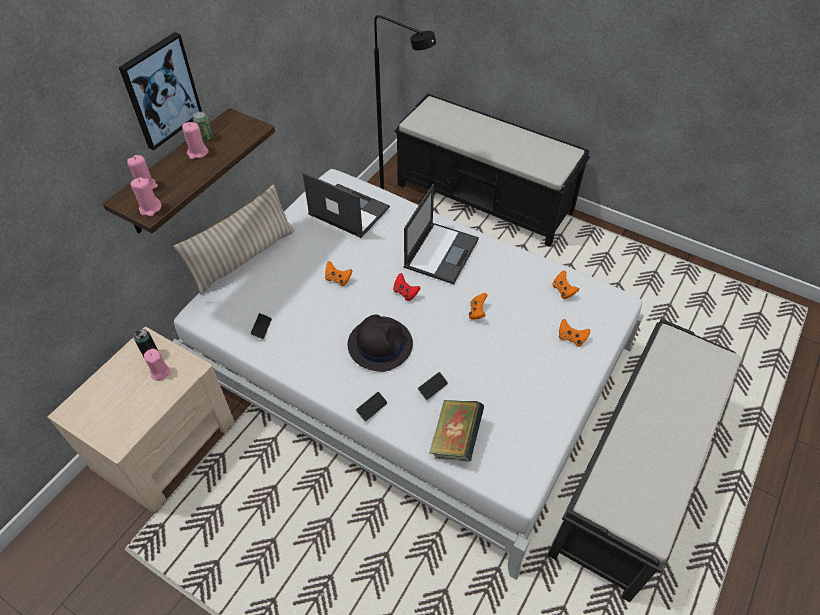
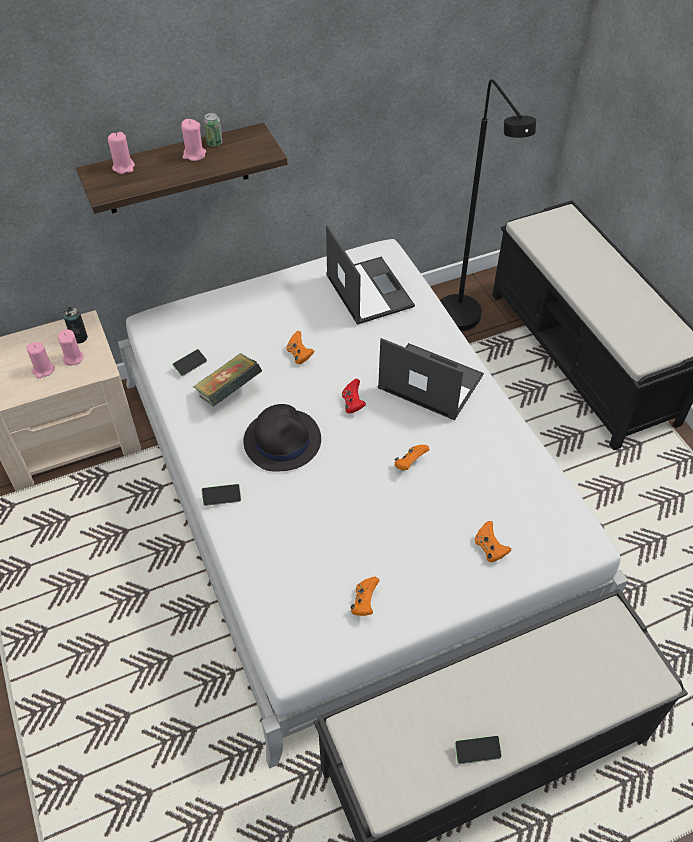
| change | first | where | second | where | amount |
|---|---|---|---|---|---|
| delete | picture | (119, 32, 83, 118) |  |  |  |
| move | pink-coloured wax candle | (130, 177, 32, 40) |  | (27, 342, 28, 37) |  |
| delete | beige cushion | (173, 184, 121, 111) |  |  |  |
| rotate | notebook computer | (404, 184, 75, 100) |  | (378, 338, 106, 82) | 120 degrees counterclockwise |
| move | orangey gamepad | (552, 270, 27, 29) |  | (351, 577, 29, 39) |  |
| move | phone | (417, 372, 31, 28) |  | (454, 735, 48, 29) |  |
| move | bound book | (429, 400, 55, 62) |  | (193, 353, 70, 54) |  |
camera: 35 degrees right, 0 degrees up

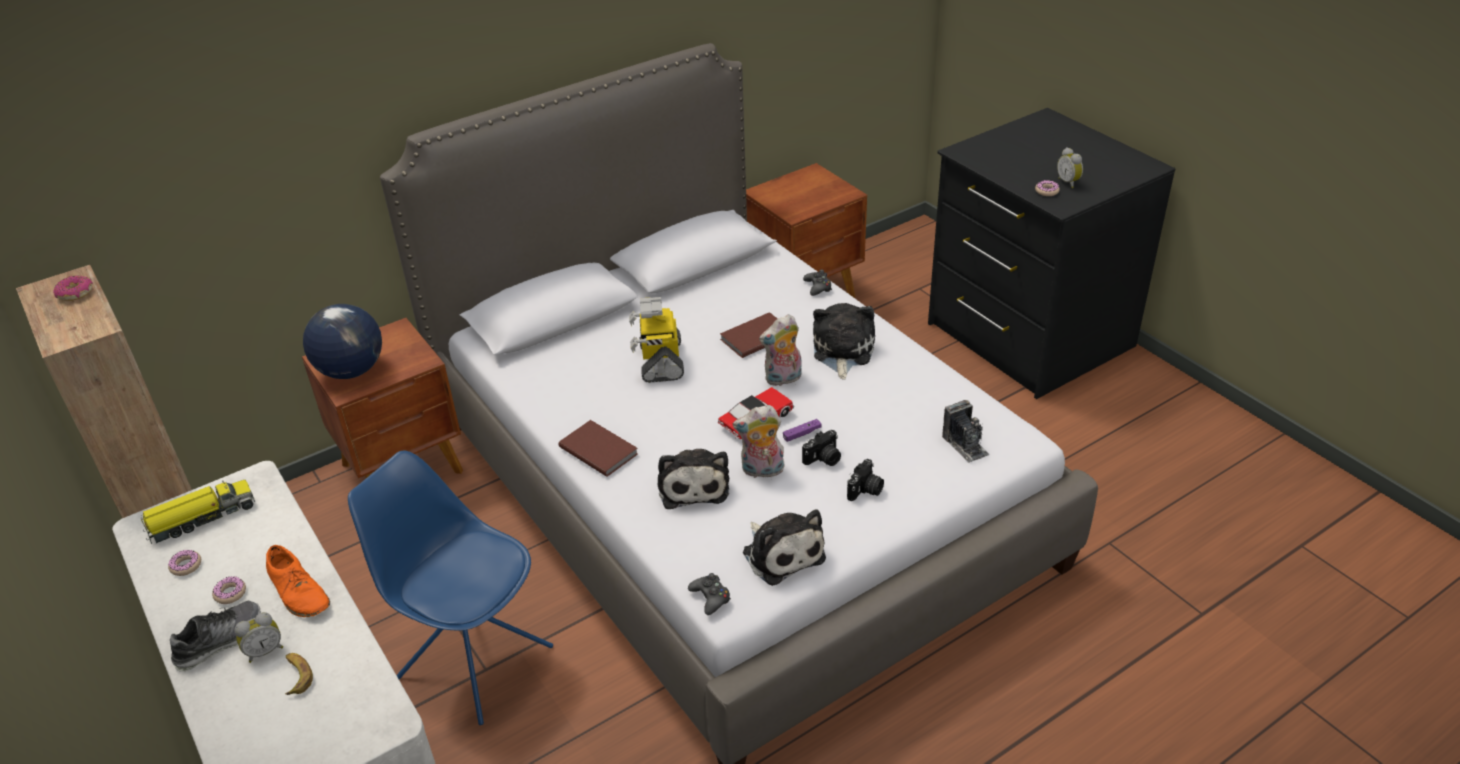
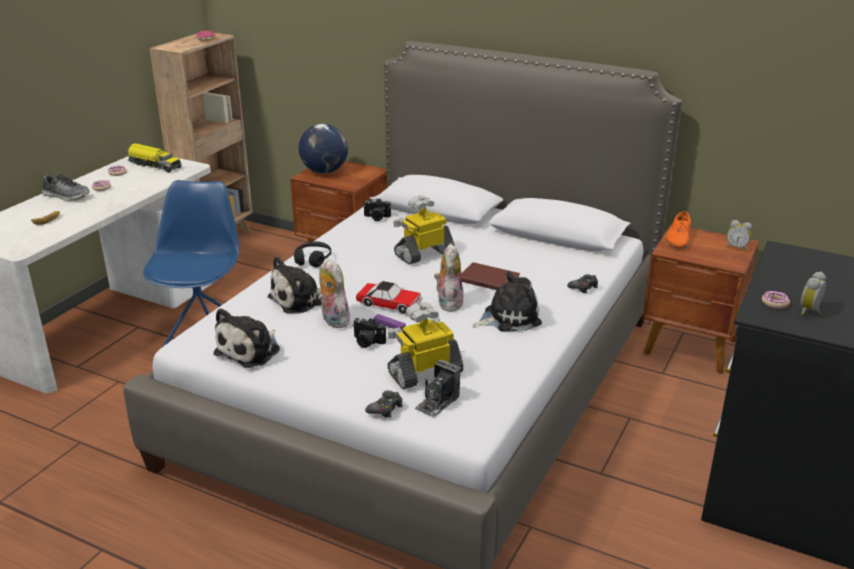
| change | first | where | second | where | amount |
|---|---|---|---|---|---|
| rotate | soft toy | (759, 314, 43, 73) |  | (434, 243, 29, 69) | 60 degrees clockwise |
| replace | brownish bound book | (559, 420, 79, 57) | black-coloured headphones | (294, 242, 37, 25) |  |
| move | photo camera | (847, 459, 37, 42) |  | (363, 198, 28, 23) |  |
| move | orangey shoe | (266, 545, 64, 72) |  | (666, 211, 25, 37) |  |
| move | black-coloured gamepad | (688, 573, 43, 42) |  | (365, 390, 38, 28) |  |
| move | alarm clock | (235, 612, 48, 51) |  | (726, 220, 26, 31) |  |
| insert |  |  | robot figure | (388, 302, 76, 87) |  |
camera: 60 degrees right, 10 degrees down

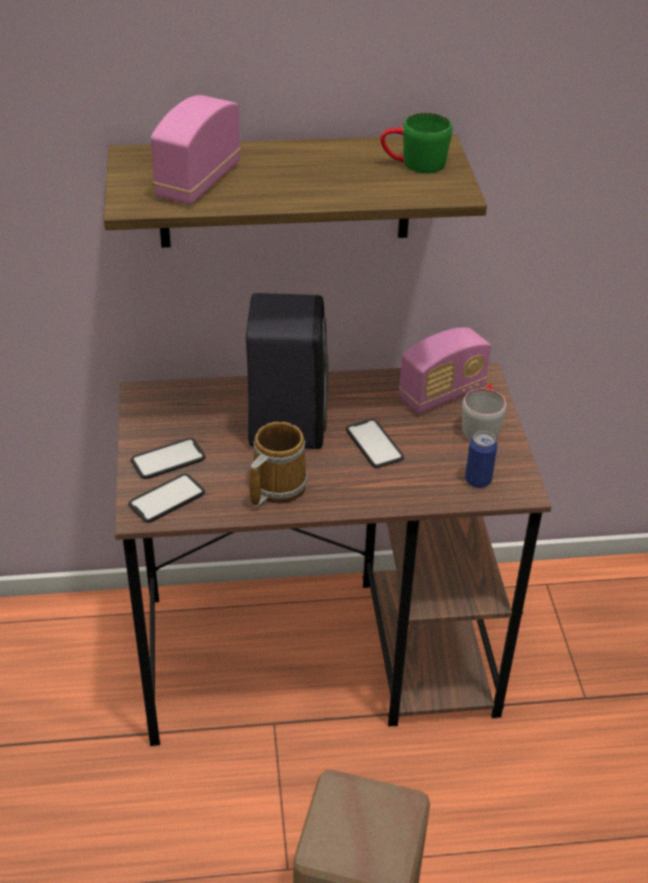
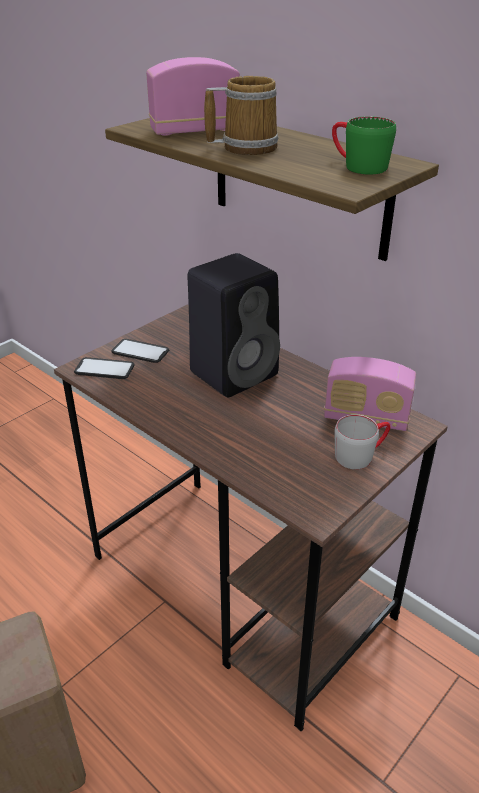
| change | first | where | second | where | amount |
|---|---|---|---|---|---|
| delete | phone | (346, 419, 58, 49) |  |  |  |
| move | coffee mug | (249, 422, 59, 85) |  | (204, 76, 74, 79) |  |
| delete | can | (465, 431, 33, 57) |  |  |  |
camera: 50 degrees right, 5 degrees down

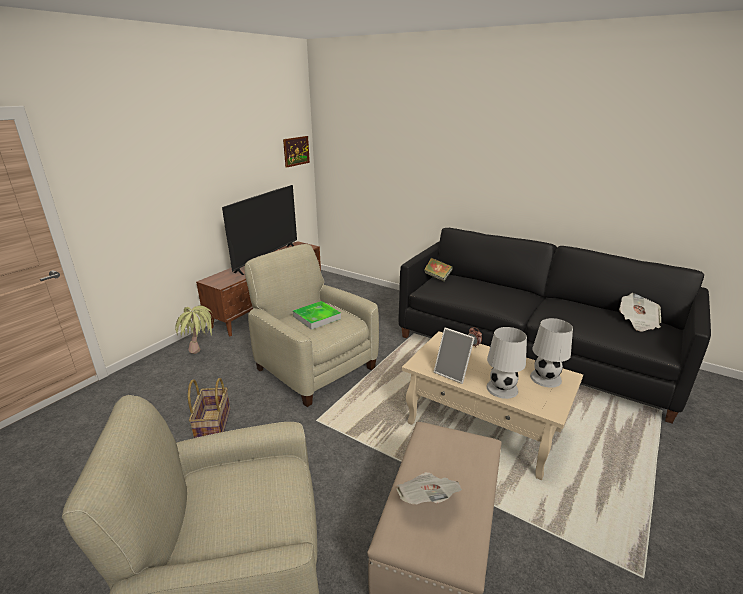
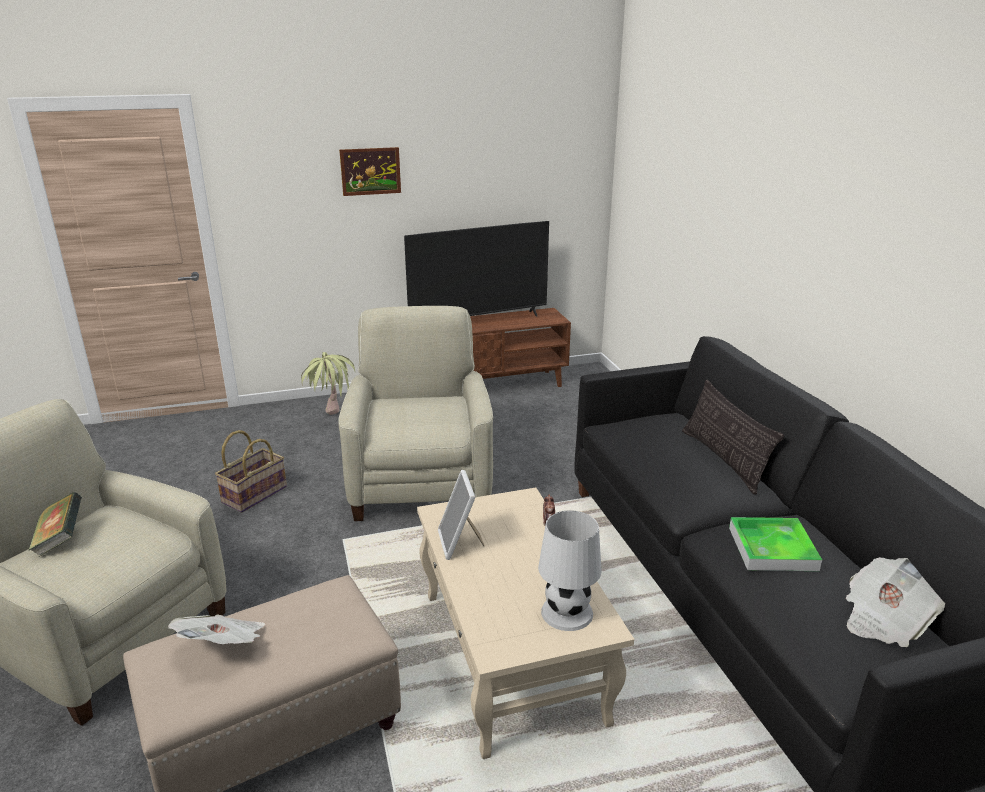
| change | first | where | second | where | amount |
|---|---|---|---|---|---|
| move | picture | (283, 136, 27, 32) |  | (339, 147, 62, 49) |  |
| move | bound book | (424, 258, 29, 23) |  | (29, 492, 53, 65) |  |
| move | tray | (293, 301, 48, 29) |  | (729, 517, 93, 54) |  |
| delete | white table lamp | (487, 327, 40, 72) |  |  |  |
| insert |  |  | cushion | (682, 380, 102, 114) |  |
camera: 40 degrees right, 0 degrees up

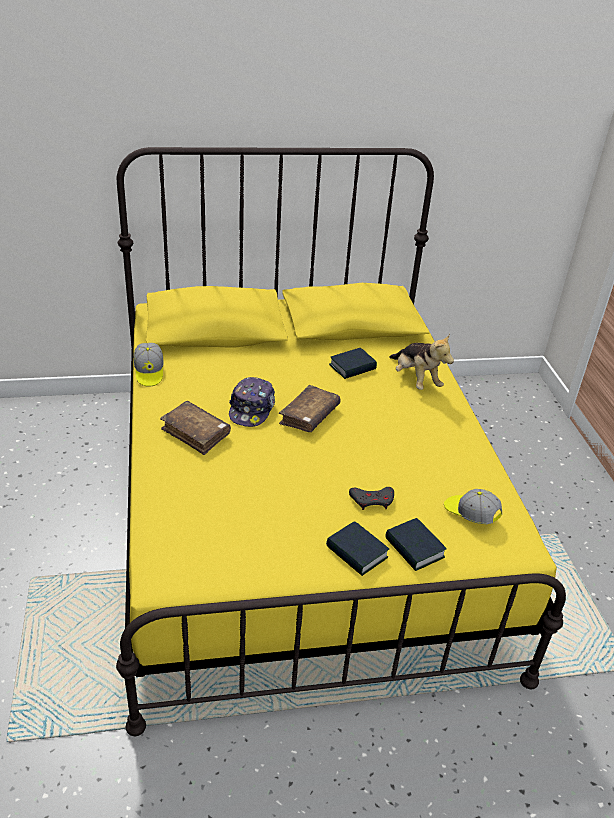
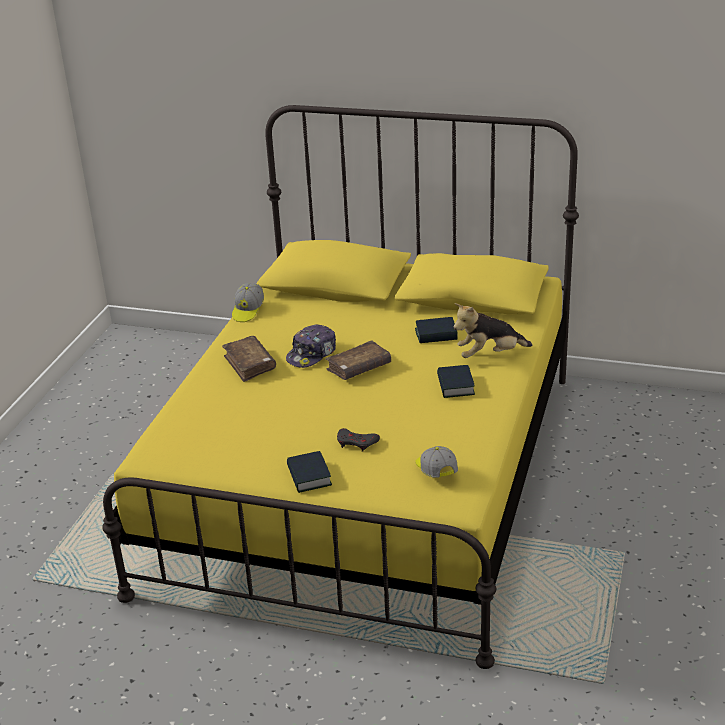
| change | first | where | second | where | amount |
|---|---|---|---|---|---|
| rotate | soft toy | (389, 334, 65, 56) |  | (454, 303, 78, 55) | 75 degrees clockwise |
| move | bound book | (385, 518, 62, 53) |  | (437, 365, 38, 33) |  |
camera: 30 degrees right, 5 degrees down

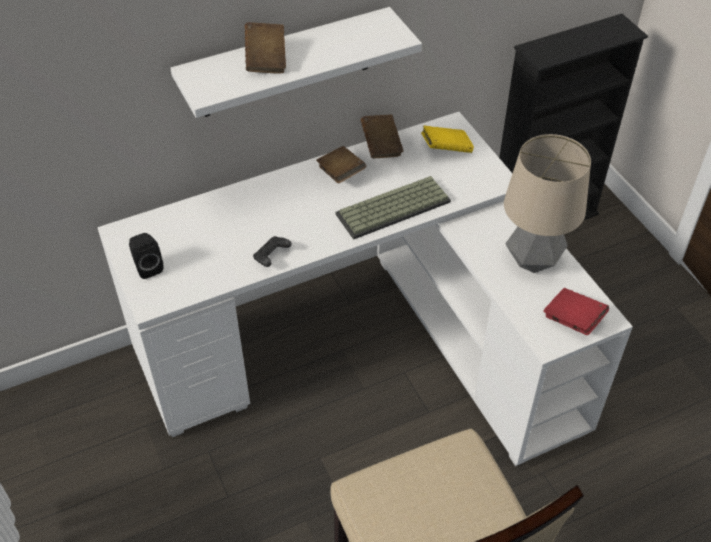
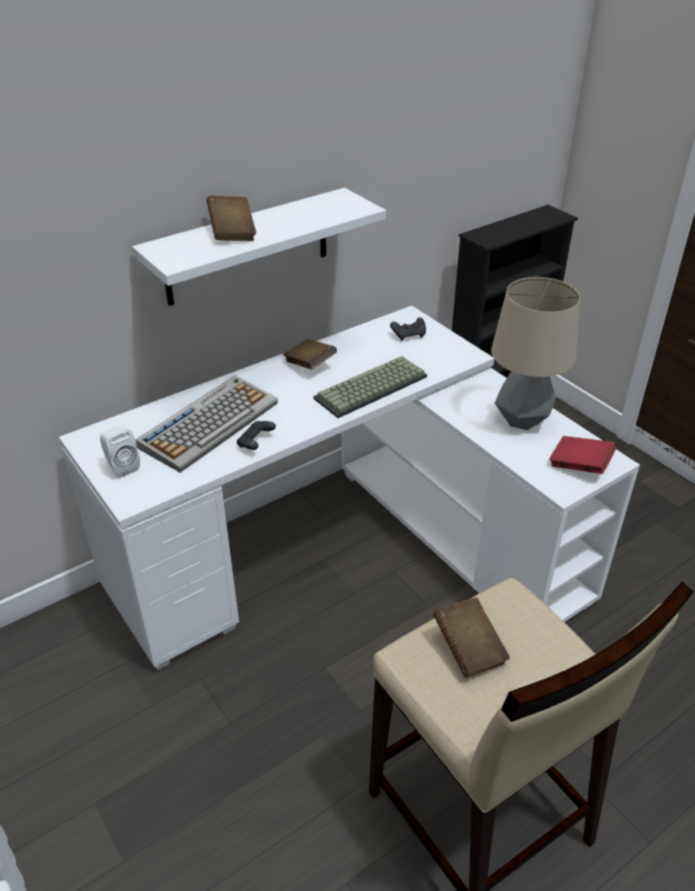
| change | first | where | second | where | amount |
|---|---|---|---|---|---|
| move | brownish bound book | (361, 114, 42, 44) |  | (433, 597, 77, 81) |  |
| replace | yellow bound book | (421, 126, 53, 27) | black-coloured gamepad | (390, 317, 36, 24) |  |
| recolor | black-coloured audio speaker | (129, 233, 34, 46) | white audio speaker | (100, 426, 40, 52) |  |
| insert |  |  | computer keyboard | (136, 375, 142, 98) |  |
camera: 10 degrees left, 10 degrees down

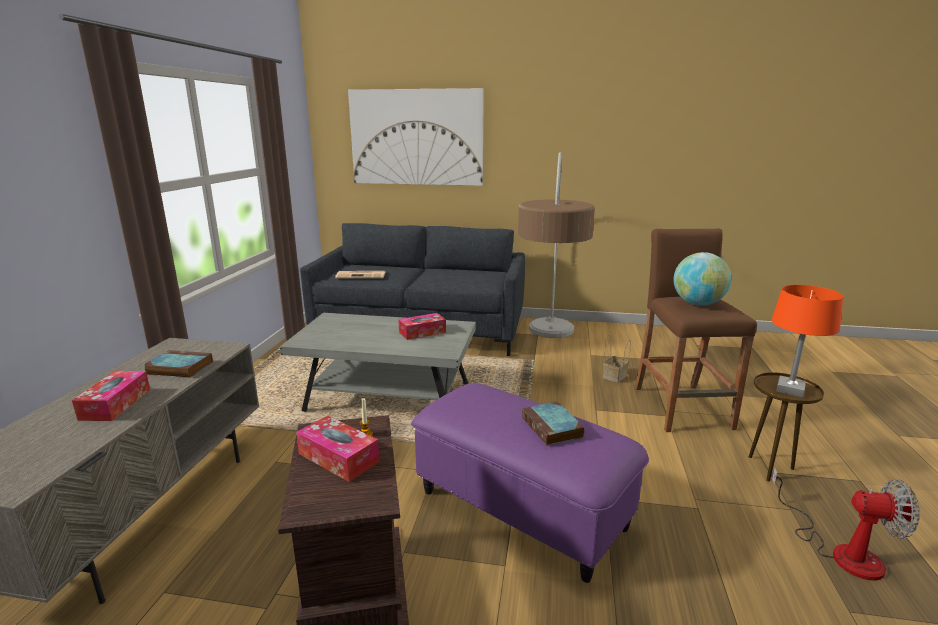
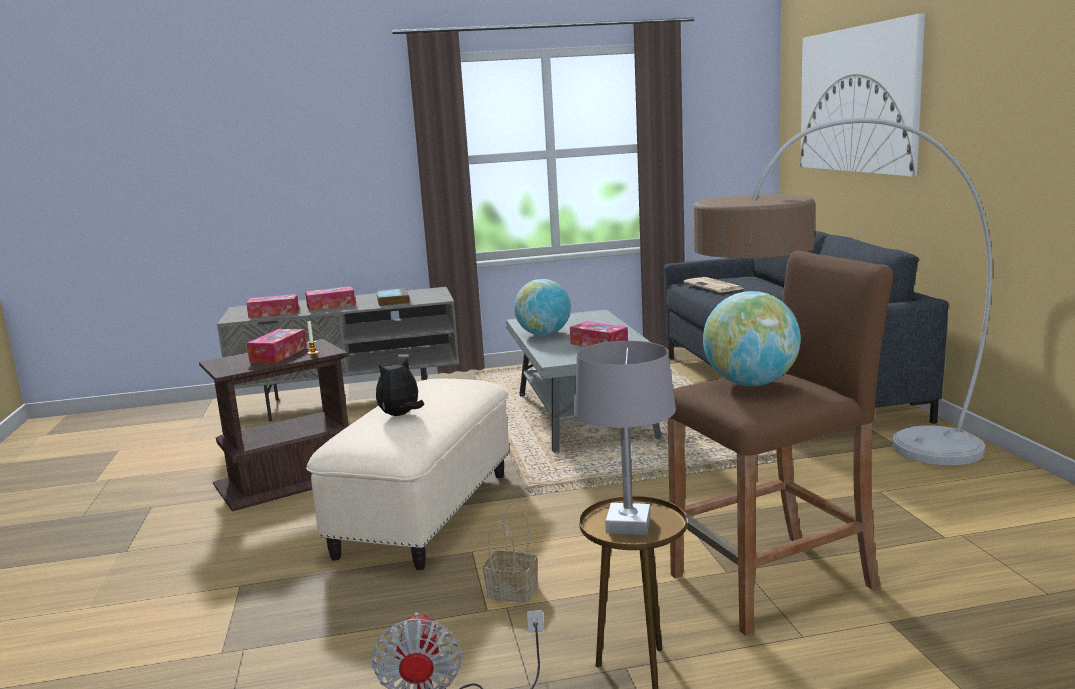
| change | first | where | second | where | amount |
|---|---|---|---|---|---|
| recolor | orangey table lamp | (772, 285, 71, 113) | grey table lamp | (573, 341, 103, 194) |  |
| move | household basket | (603, 335, 28, 48) |  | (483, 502, 55, 101) |  |
| recolor | purple-coloured pouffe | (411, 383, 238, 200) | beige pouffe | (306, 379, 203, 191) |  |
| replace | bound book | (522, 401, 62, 45) | soft toy | (376, 358, 48, 58) |  |
| insert |  |  | world globe | (514, 279, 57, 57) |  |
| insert |  |  | box of tissues | (246, 294, 53, 24) |  |
camera: 70 degrees right, 5 degrees down

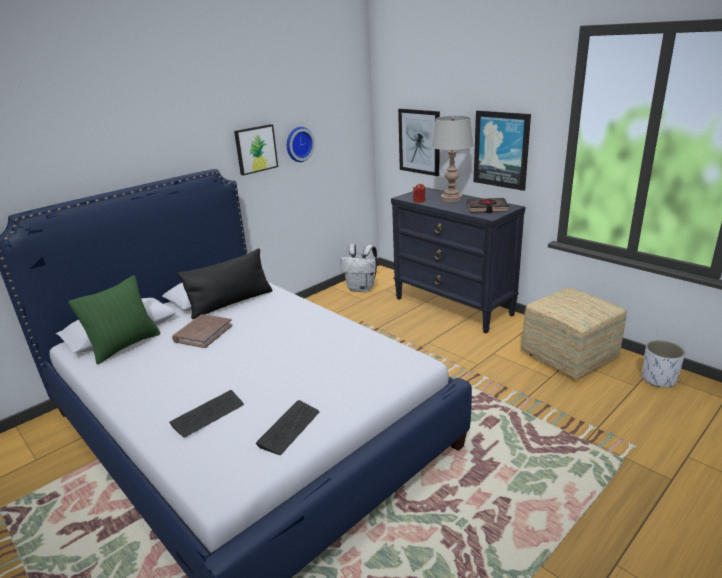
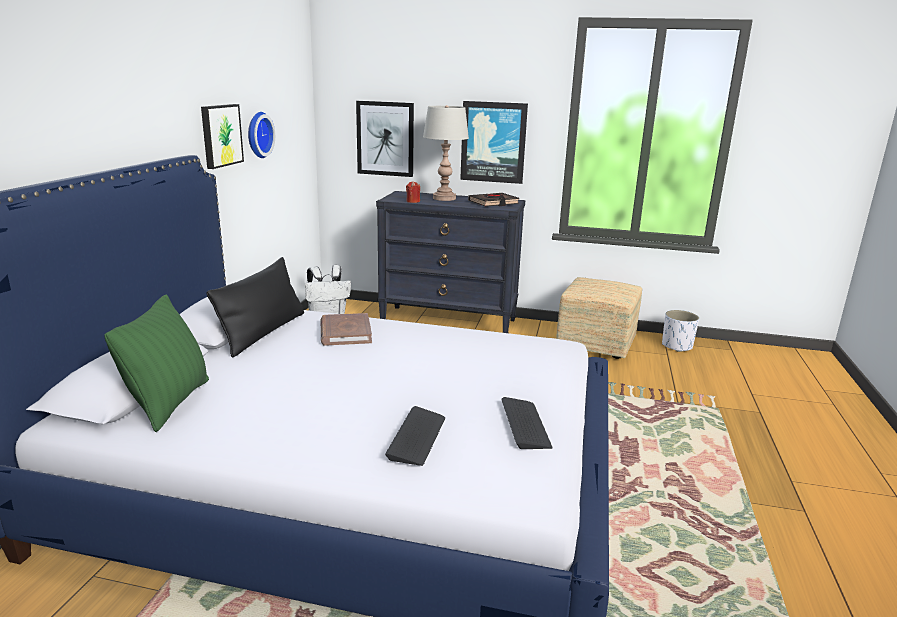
| change | first | where | second | where | amount |
|---|---|---|---|---|---|
| move | brownish bound book | (172, 314, 61, 34) |  | (321, 313, 51, 33) |  |
camera: 35 degrees left, 5 degrees down

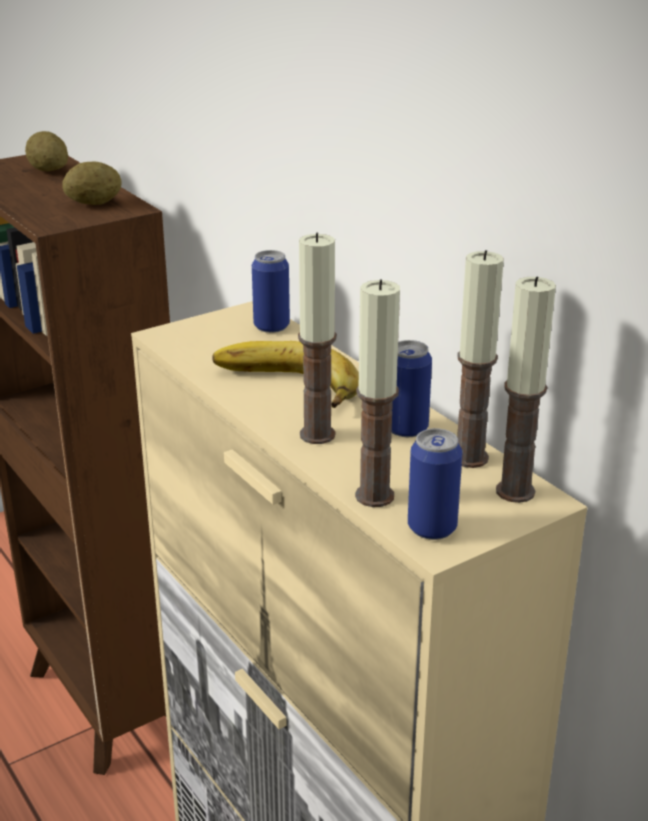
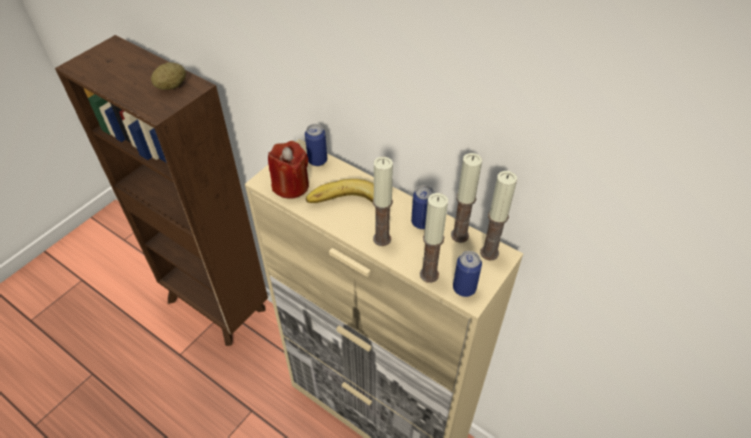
| change | first | where | second | where | amount |
|---|---|---|---|---|---|
| delete | spud | (25, 131, 43, 41) |  |  |  |
| insert |  |  | red wax candle | (268, 141, 41, 57) |  |
camera: 20 degrees left, 20 degrees up

